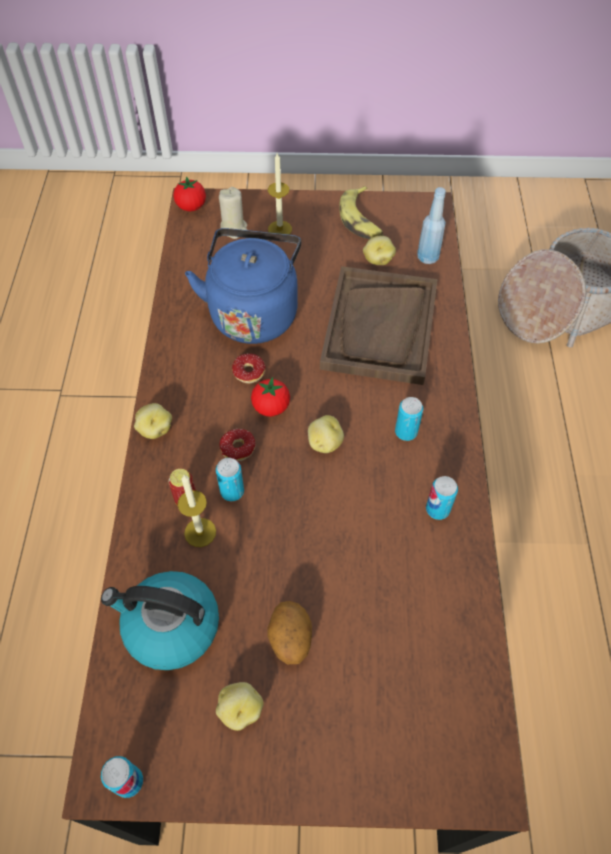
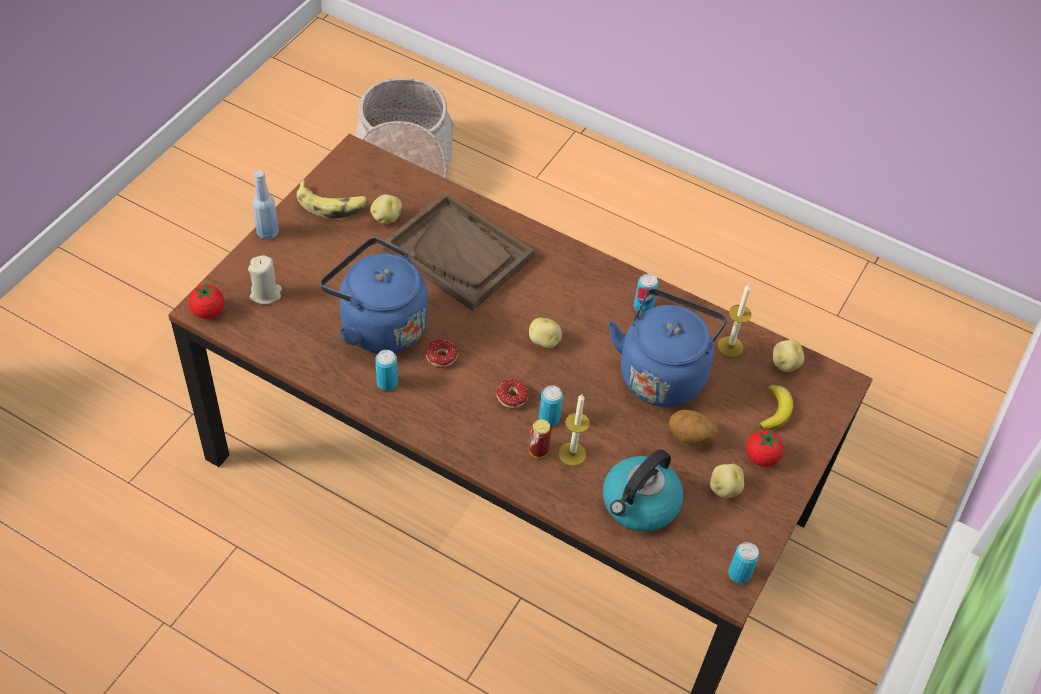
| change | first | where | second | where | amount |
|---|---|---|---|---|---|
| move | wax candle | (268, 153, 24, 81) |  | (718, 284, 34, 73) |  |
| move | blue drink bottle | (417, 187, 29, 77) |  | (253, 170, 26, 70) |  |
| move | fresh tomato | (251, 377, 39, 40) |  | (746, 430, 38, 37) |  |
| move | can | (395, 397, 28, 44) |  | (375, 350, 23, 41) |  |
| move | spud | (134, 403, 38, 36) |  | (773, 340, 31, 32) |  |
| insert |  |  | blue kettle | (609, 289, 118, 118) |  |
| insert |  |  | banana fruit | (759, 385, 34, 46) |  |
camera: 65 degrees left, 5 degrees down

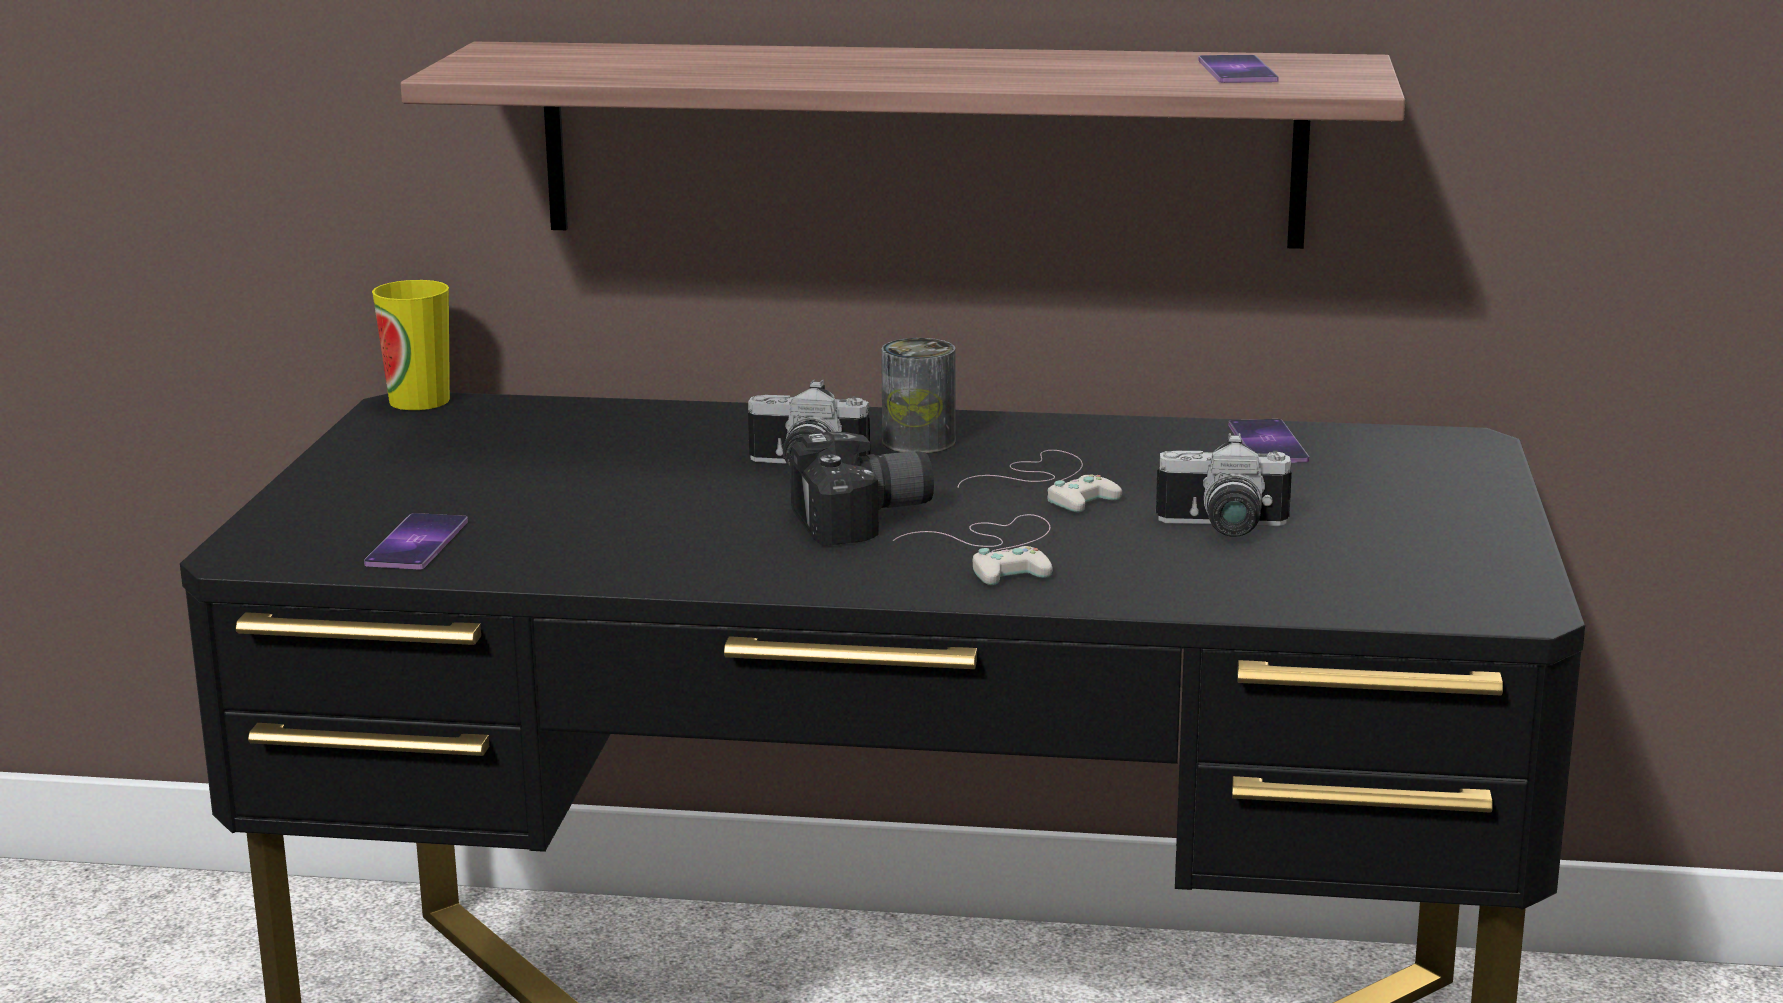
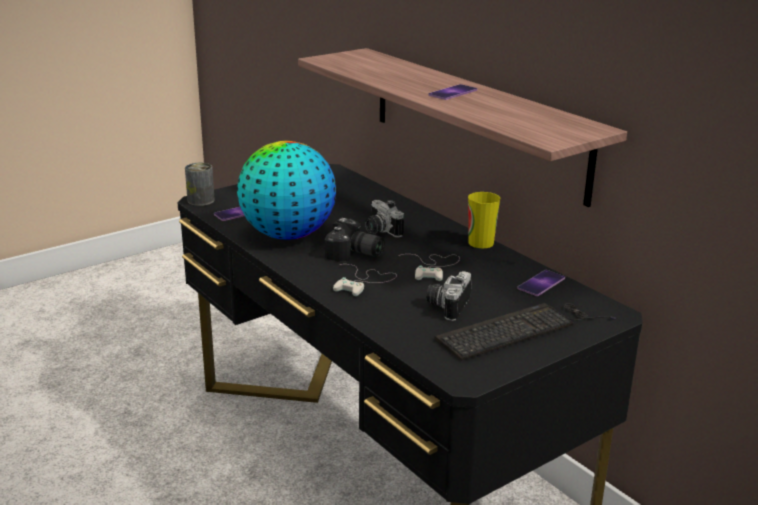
| change | first | where | second | where | amount |
|---|---|---|---|---|---|
| move | phone | (1198, 55, 81, 28) |  | (428, 84, 50, 16) |  |
| move | cup | (372, 280, 78, 130) |  | (468, 192, 32, 56) |  |
| move | can | (881, 338, 75, 115) |  | (185, 163, 30, 43) |  |
| rotate | photo camera | (1156, 433, 136, 104) |  | (426, 271, 46, 50) | 60 degrees clockwise |
| insert |  |  | world globe | (237, 141, 99, 99) |  |
| insert |  |  | computer keyboard | (435, 303, 181, 58) |  |
camera: 45 degrees right, 5 degrees up

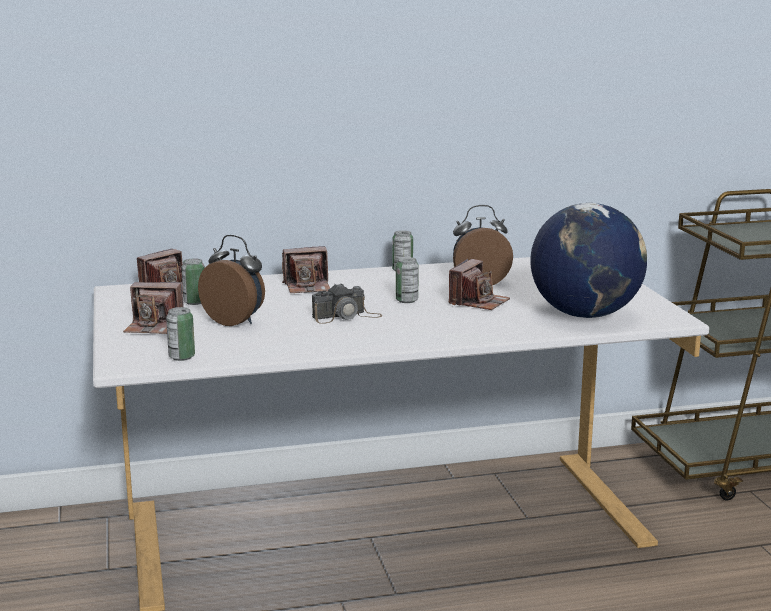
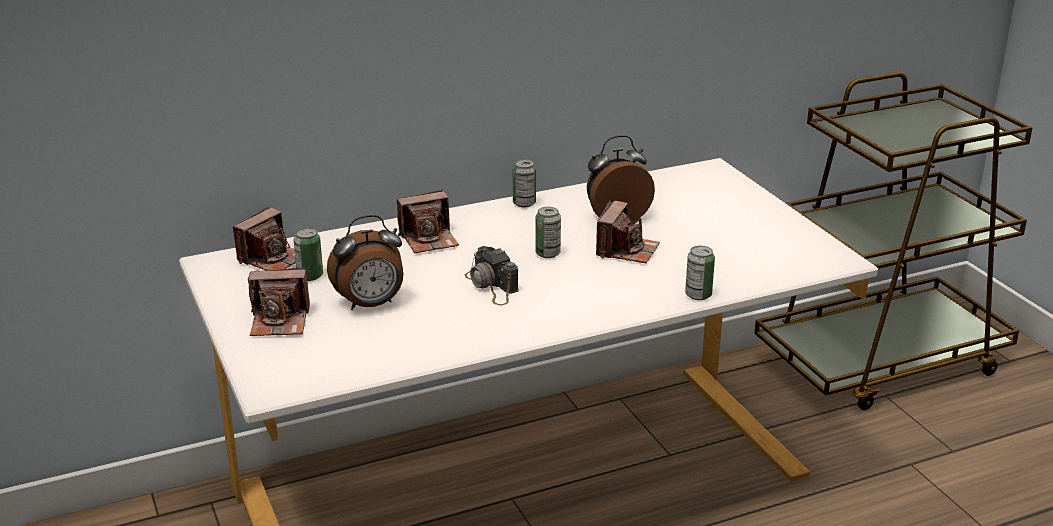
| change | first | where | second | where | amount |
|---|---|---|---|---|---|
| delete | world globe | (530, 203, 117, 115) |  |  |  |
| rotate | alarm clock | (198, 235, 67, 91) |  | (327, 215, 76, 95) | 135 degrees clockwise |
| rotate | photo camera | (312, 283, 71, 41) |  | (465, 246, 53, 59) | 90 degrees clockwise |
| move | can | (166, 307, 29, 54) |  | (685, 246, 30, 54) |  |
camera: 10 degrees left, 10 degrees up

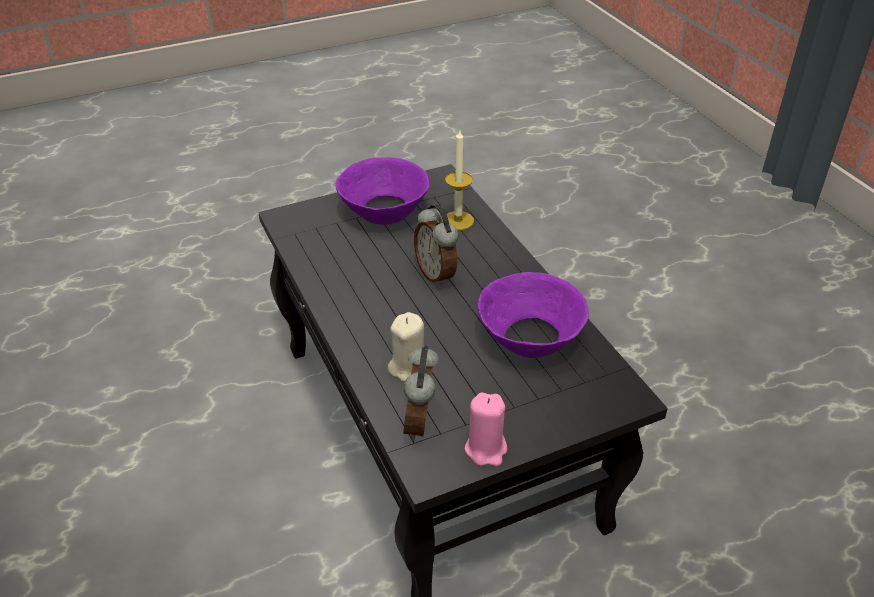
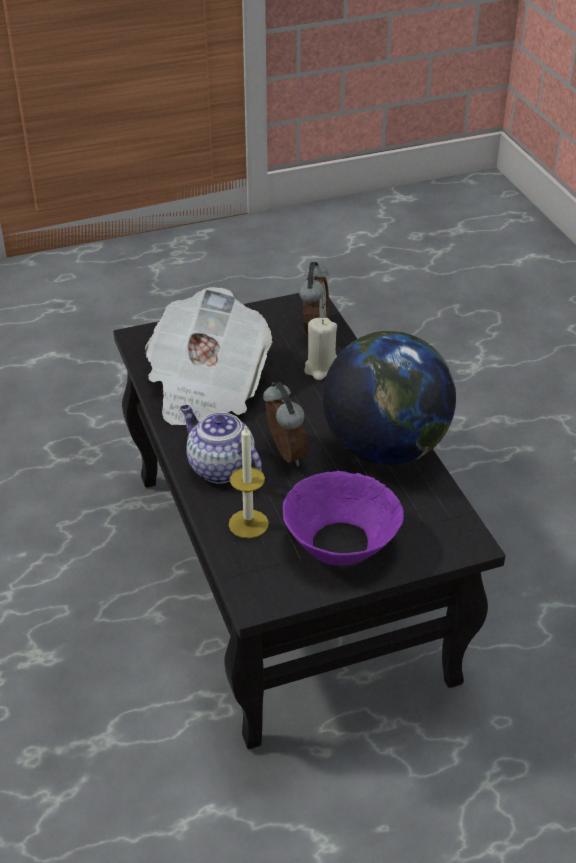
| change | first | where | second | where | amount |
|---|---|---|---|---|---|
| replace | purple-coloured deep dish | (478, 272, 110, 86) | daily paper | (145, 287, 127, 138) |  |
| delete | pink-coloured wax candle | (465, 392, 42, 74) |  |  |  |
| insert |  |  | world globe | (322, 331, 134, 134) |  |
| insert |  |  | pot for tea | (180, 405, 82, 79) |  |
camera: 175 degrees left, 0 degrees up

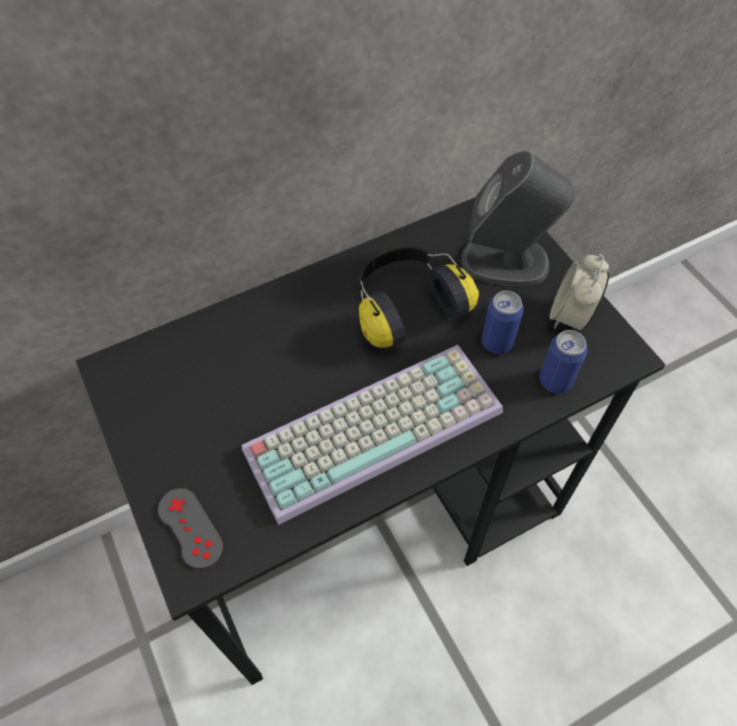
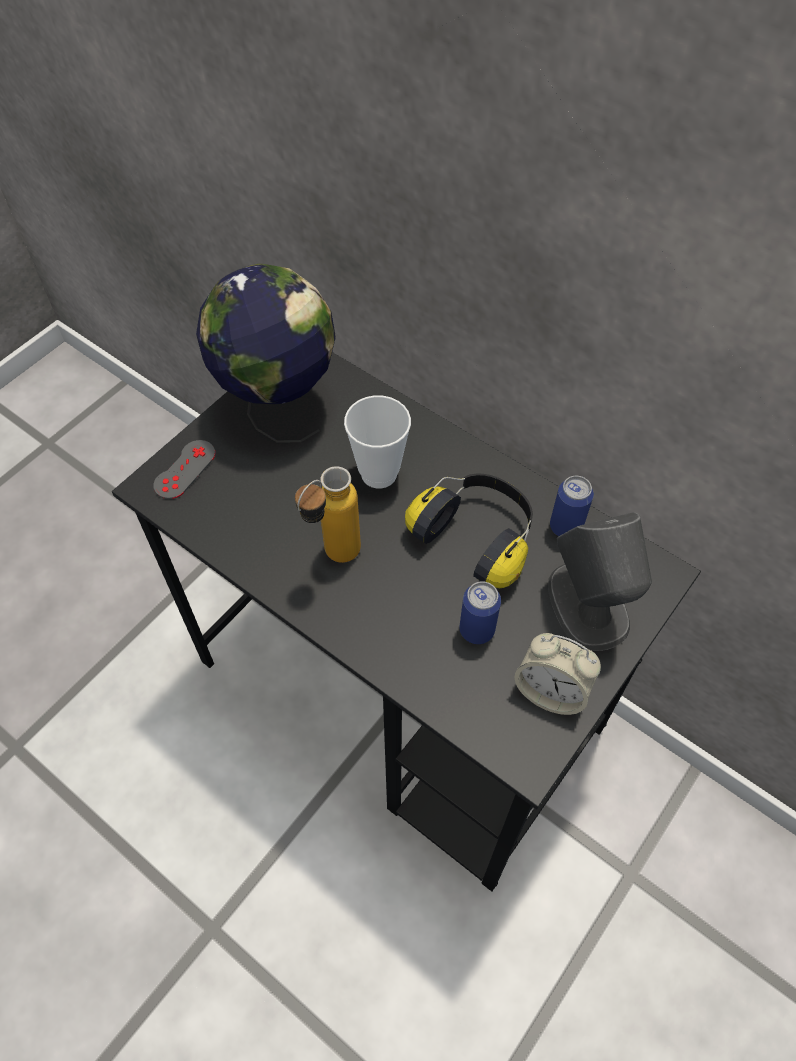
| change | first | where | second | where | amount |
|---|---|---|---|---|---|
| rotate | alarm clock | (550, 254, 59, 77) |  | (514, 633, 87, 82) | 150 degrees counterclockwise |
| move | can | (540, 330, 48, 64) |  | (550, 476, 44, 60) |  |
| replace | computer keyboard | (242, 345, 261, 180) | drink bottle | (295, 466, 66, 97) |  |
| insert |  |  | world globe | (196, 264, 140, 179) |  |
| insert |  |  | cup | (344, 395, 67, 94) |  |
camera: 65 degrees right, 0 degrees up

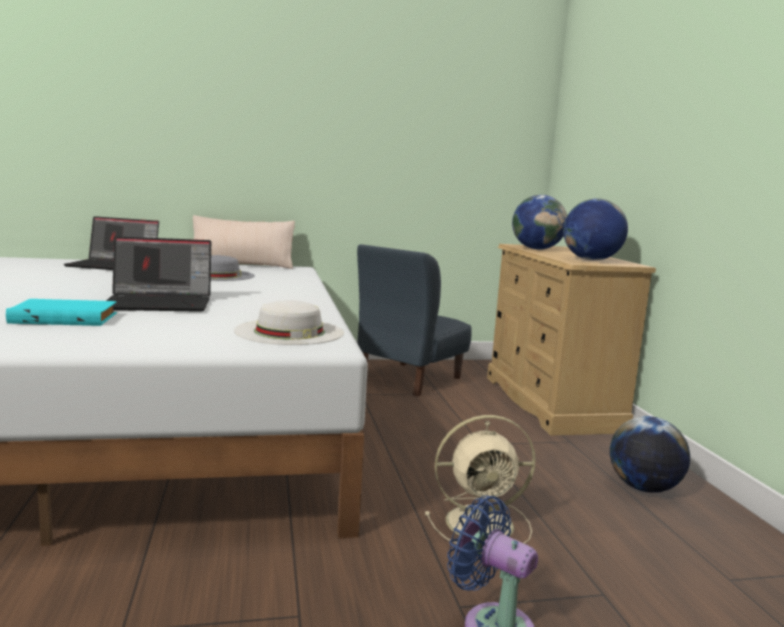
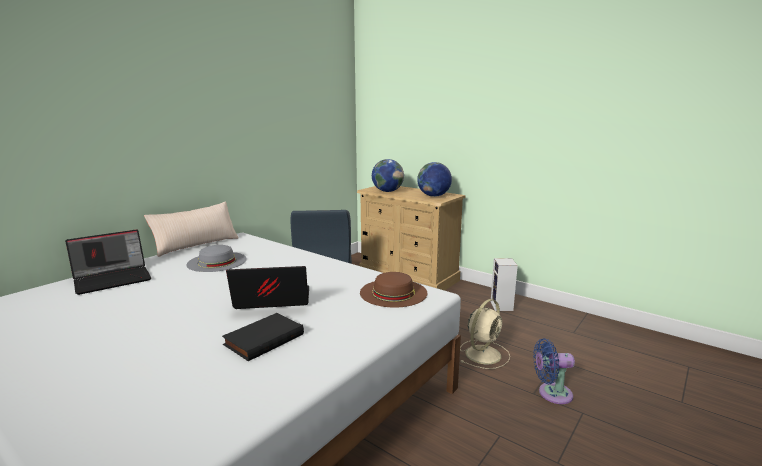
| change | first | where | second | where | amount |
|---|---|---|---|---|---|
| rotate | notebook computer | (106, 236, 105, 76) |  | (226, 266, 83, 43) | 135 degrees counterclockwise |
| recolor | turquoise-coloured bound book | (6, 299, 111, 27) | black-coloured bound book | (222, 313, 82, 48) |  |
| recolor | white hat | (234, 300, 110, 45) | brownish hat | (360, 272, 67, 36) |  |
| replace | world globe | (610, 416, 80, 77) | audio speaker | (491, 258, 27, 53) |  |
camera: 40 degrees left, 5 degrees up

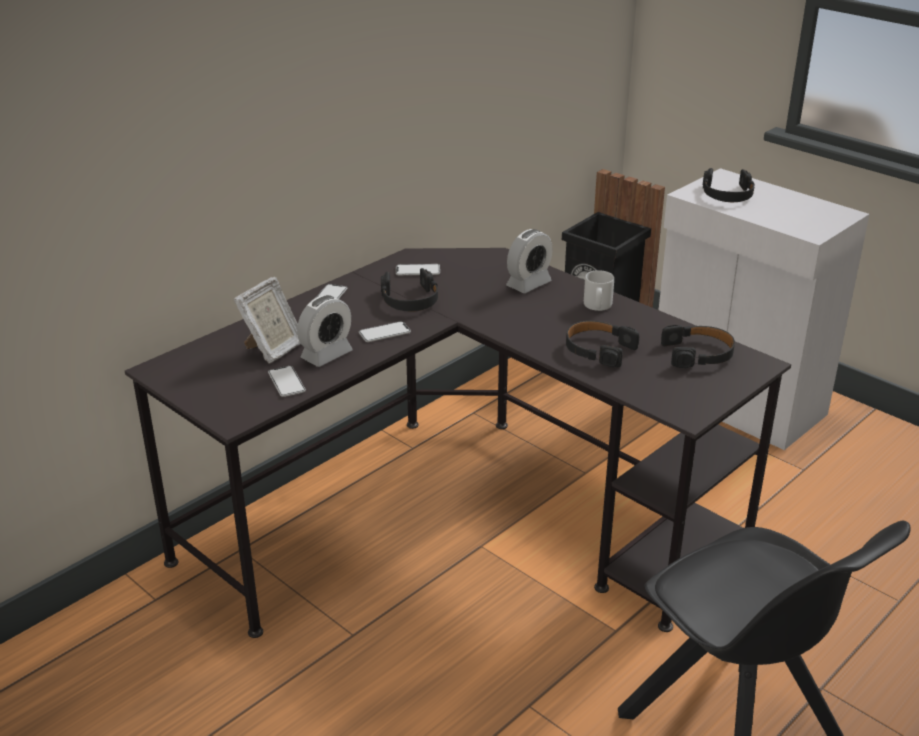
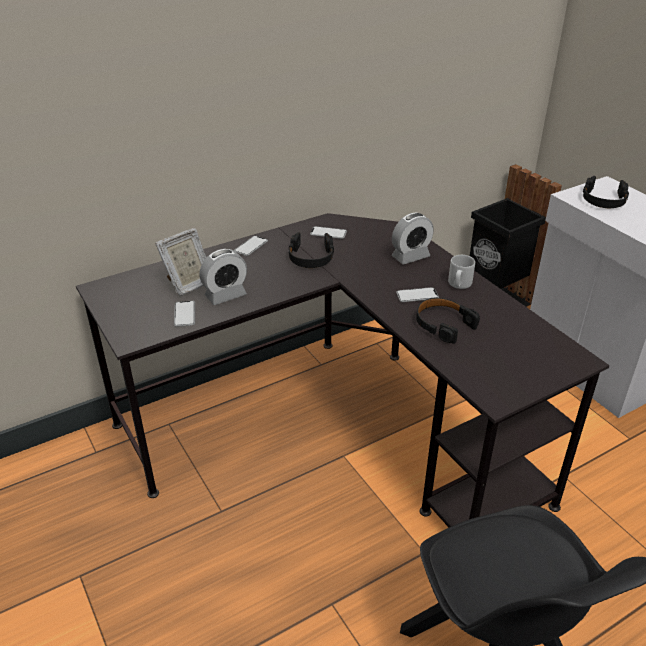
| change | first | where | second | where | amount |
|---|---|---|---|---|---|
| move | phone | (359, 321, 52, 21) |  | (396, 287, 43, 15) |  |
| delete | black-coloured headphones | (661, 325, 74, 43) |  |  |  |
camera: 15 degrees right, 5 degrees up

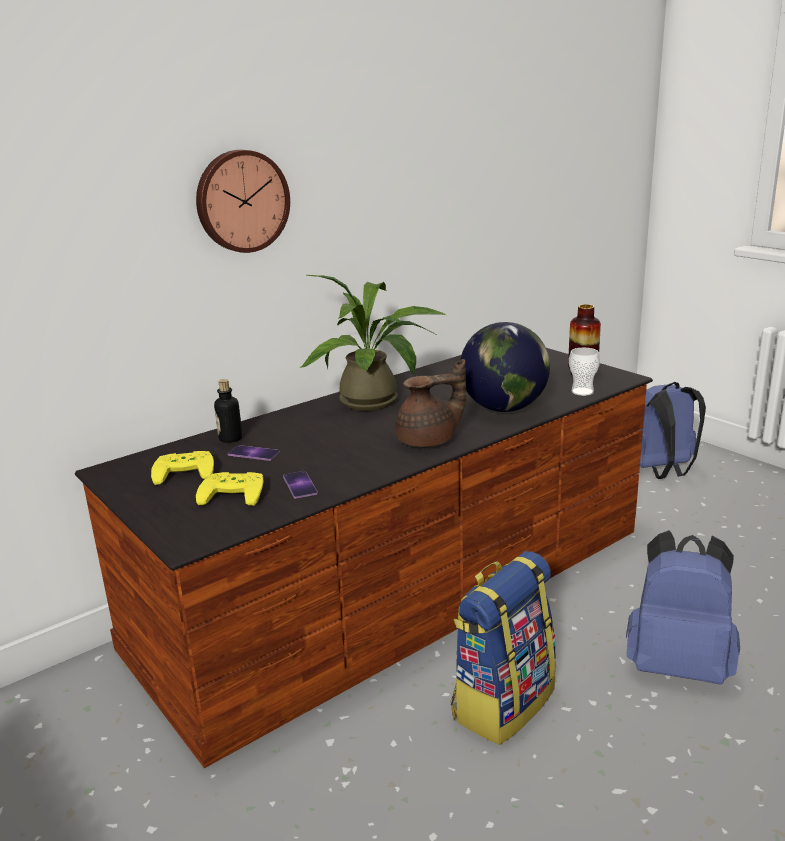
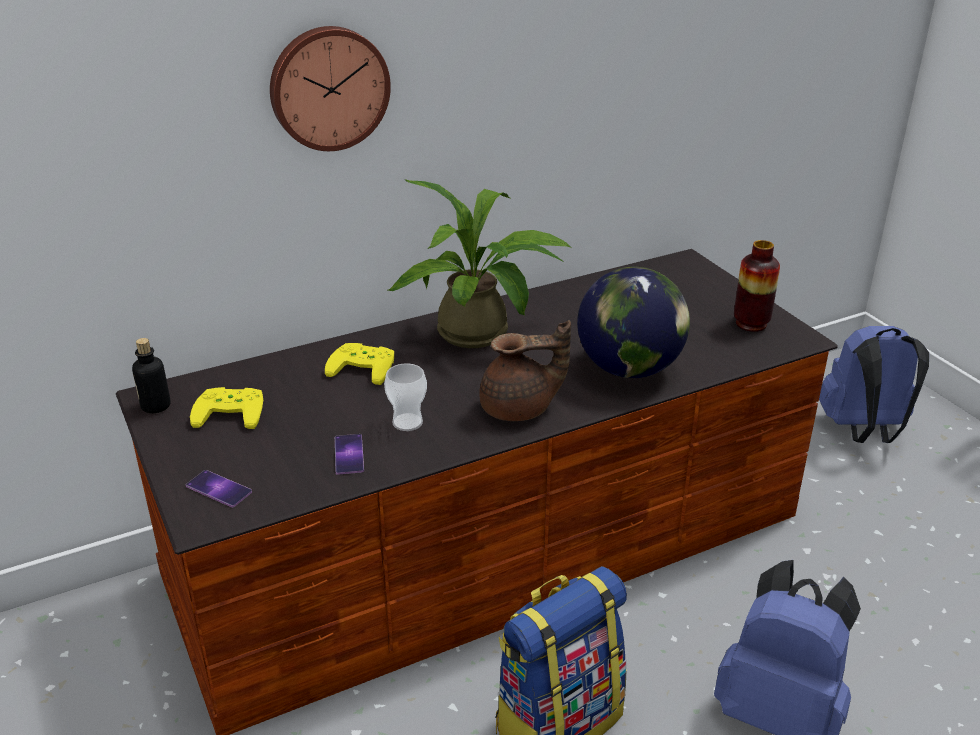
| change | first | where | second | where | amount |
|---|---|---|---|---|---|
| move | cup | (569, 348, 31, 48) |  | (384, 364, 43, 67) |  |
| move | drink bottle | (214, 379, 28, 64) |  | (132, 338, 39, 75) |  |
| move | phone | (228, 445, 52, 16) |  | (186, 470, 66, 37) |  |
| move | yellow gamepad | (196, 472, 68, 34) |  | (325, 343, 69, 42) |  |
camera: 10 degrees right, 10 degrees up

